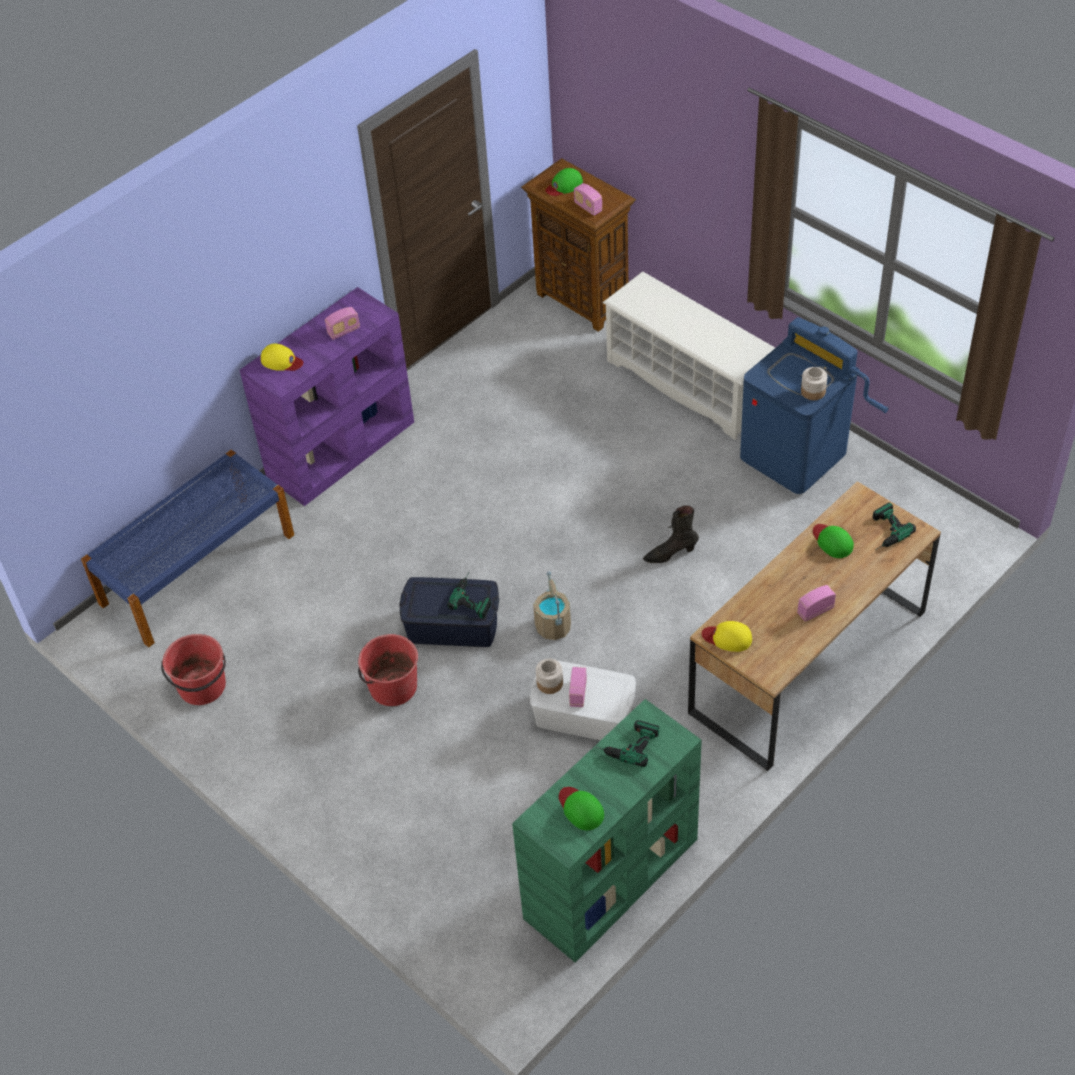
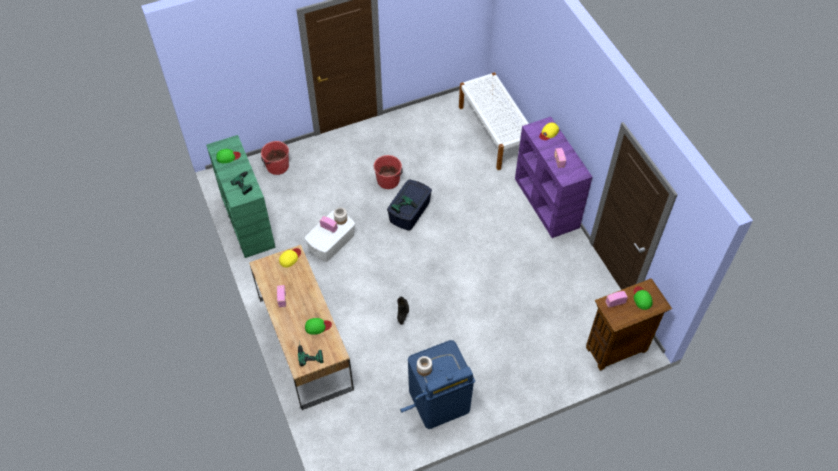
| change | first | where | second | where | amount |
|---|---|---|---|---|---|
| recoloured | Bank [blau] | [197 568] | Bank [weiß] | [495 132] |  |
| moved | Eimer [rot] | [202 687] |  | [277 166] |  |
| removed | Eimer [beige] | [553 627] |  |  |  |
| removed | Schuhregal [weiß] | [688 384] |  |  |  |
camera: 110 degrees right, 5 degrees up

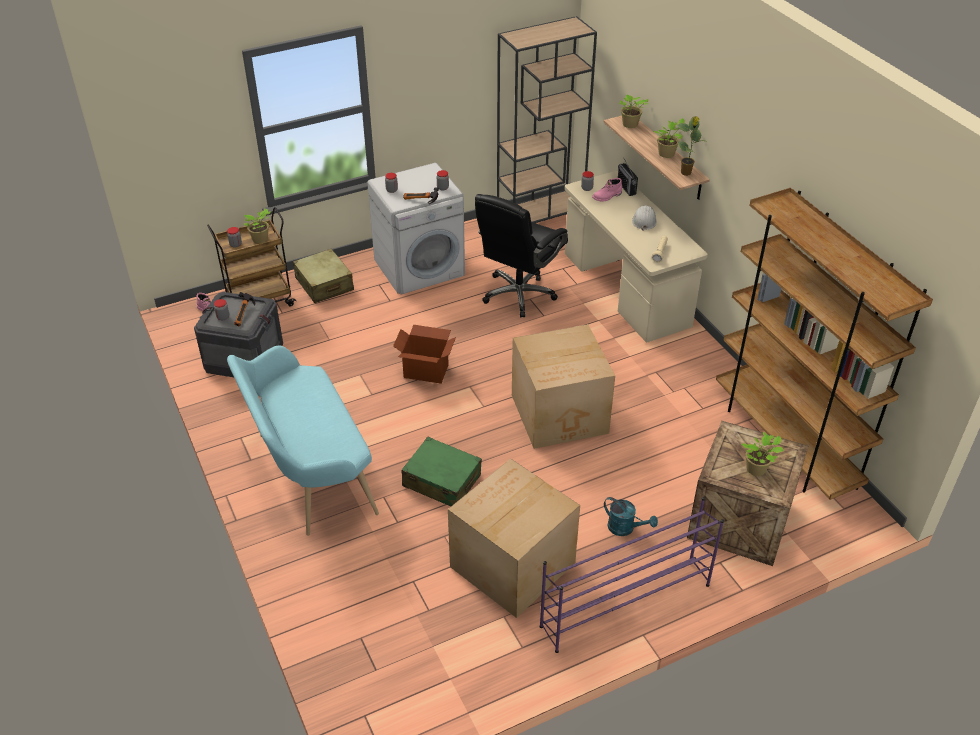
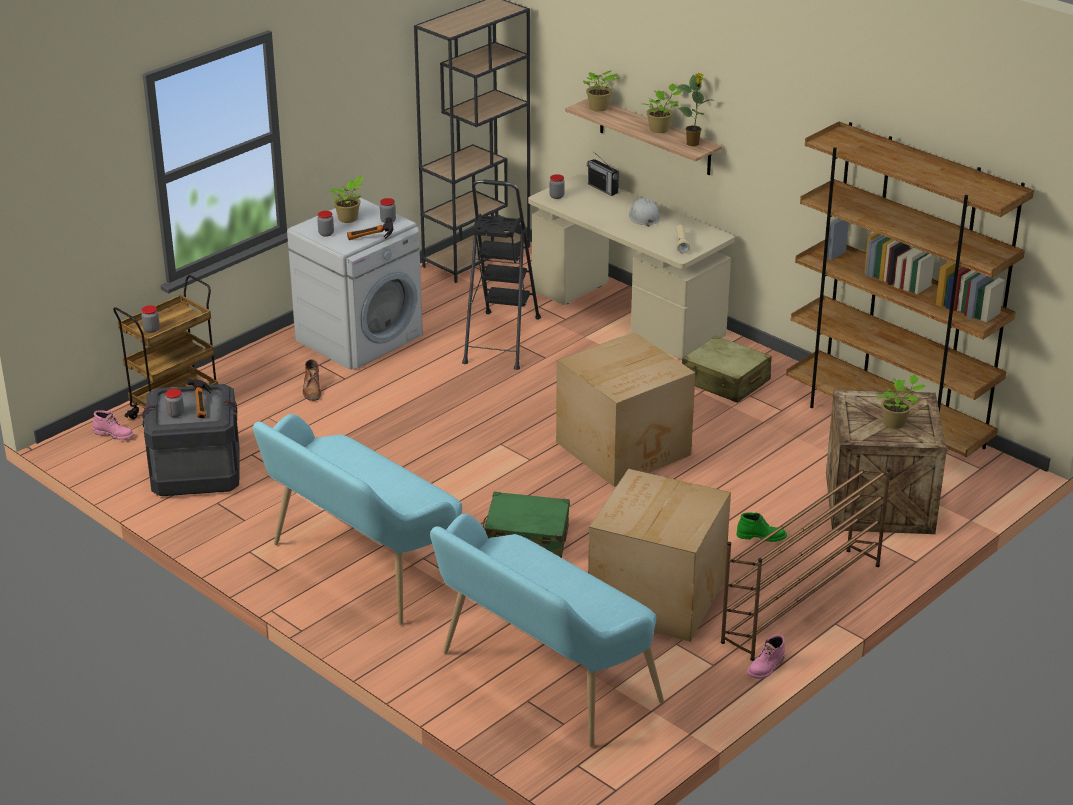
| change | first | where | second | where | amount |
|---|---|---|---|---|---|
| moved | Topfpflanze | [261 239] |  | [349 219] |  |
| moved | Koffer [beige] | [324 284] |  | [726 381] |  |
| removed | Karton | [426 371] |  |  |  |
| replaced | Bürostuhl [schwarz] | [519 292] | Trittleiter | [501 340] |  |
| recoloured | Schuhregal [lila] | [624 605] | Schuhregal [braun] | [801 603] |  |
| moved | Stiefel [rosa] | [607 197] |  | [766 667] |  |
| replaced | Gießkanne [türkis] | [625 528] | Stiefel [grün] | [761 536] |  |
| added |  |  | Stiefel [braun] | [312 389] |  |
| added |  |  | Bank [türkis] | [541 680] |  |
camera: 20 degrees left, 10 degrees down

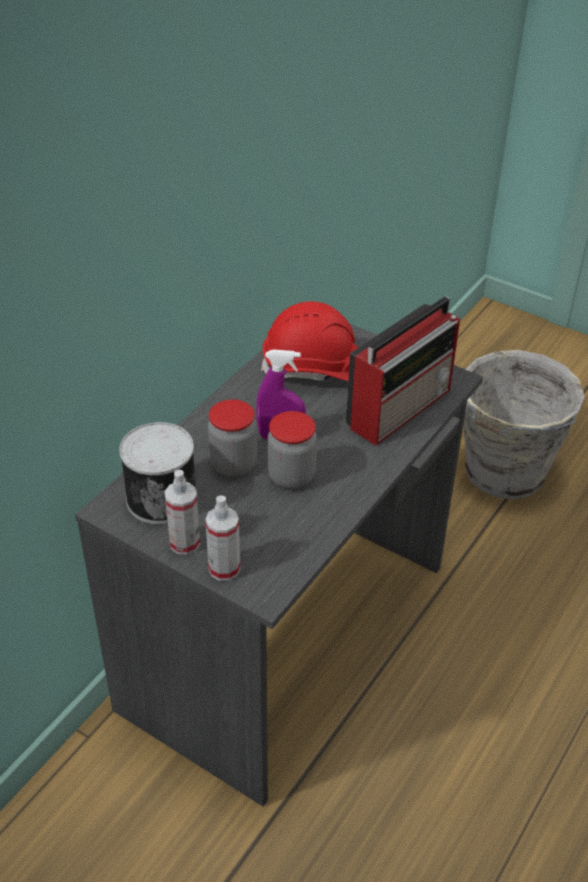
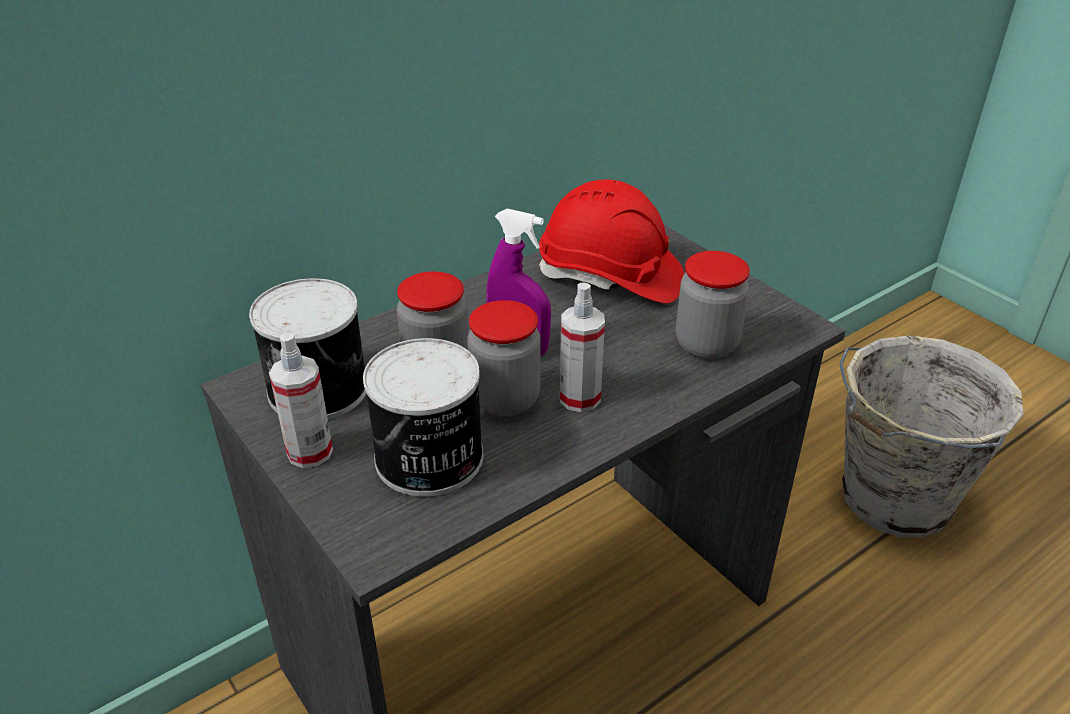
| change | first | where | second | where | amount |
|---|---|---|---|---|---|
| moved | Sprühflasche | [224 569] |  | [579 398] |  |
| replaced | Radio | [401 407] | Vorratsglas | [706 345] |  |
| added |  |  | Dose | [429 459] |  |
camera: 20 degrees right, 5 degrees down

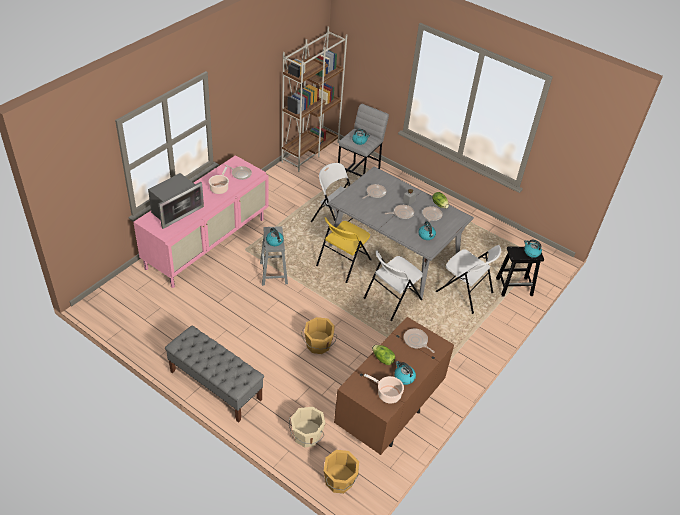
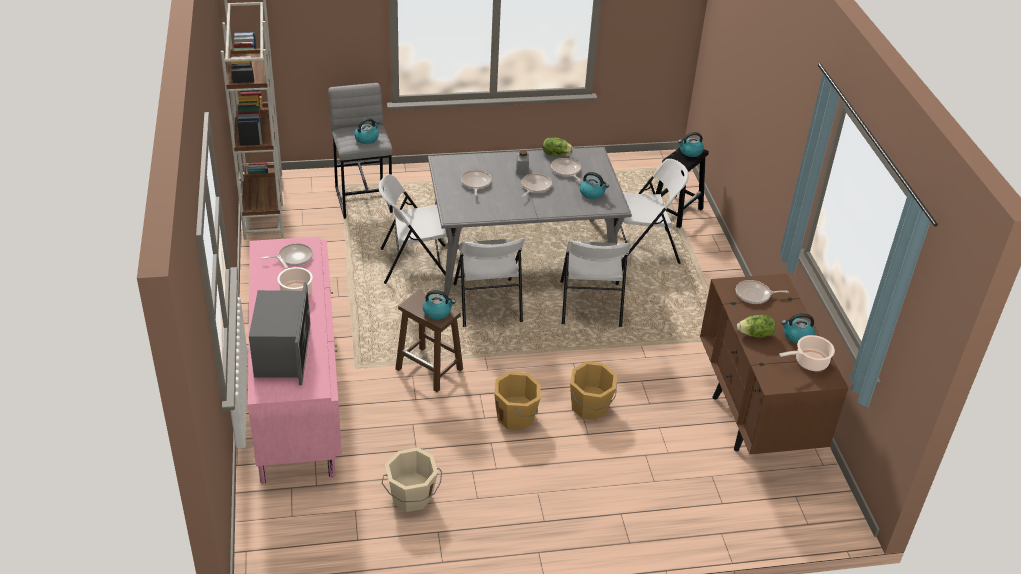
| change | first | where | second | where | amount |
|---|---|---|---|---|---|
| removed | Bank [grau] | [215 385] |  |  |  |
| recoloured | Hocker [grau] | [274 273] | Hocker [braun] | [430 369] |  |
| moved | Eimer [beige] | [306 436] |  | [411 496] |  |
| recoloured | Stuhl [gelb] | [343 262] | Stuhl [weiß] | [487 303] |  |
| moved | Eimer [orange] | [339 481] |  | [516 417] |  |
camera: 45 degrees left, 5 degrees down

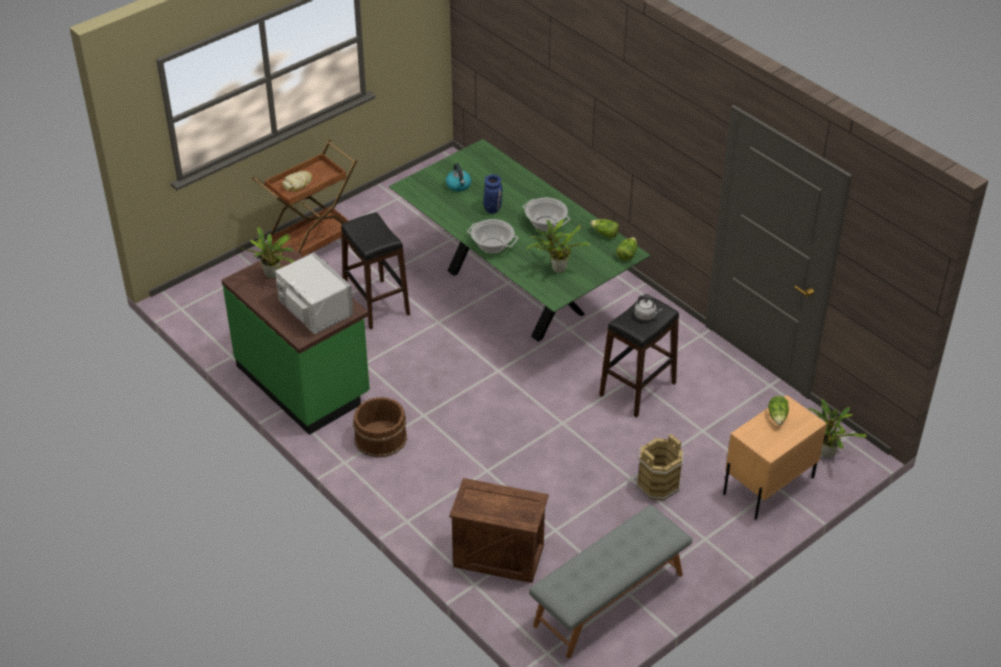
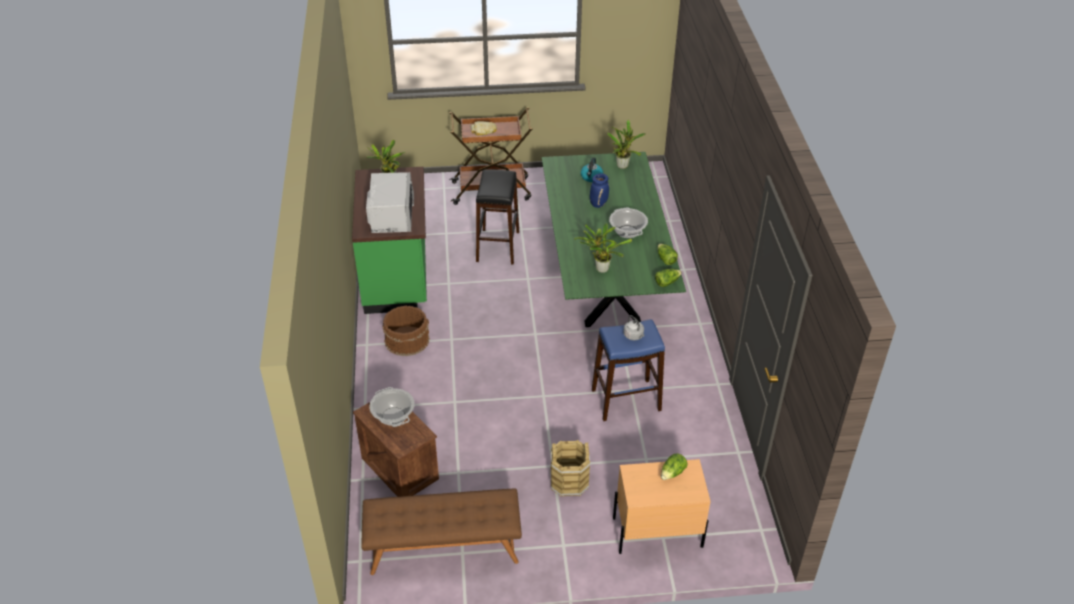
| change | first | where | second | where | amount |
|---|---|---|---|---|---|
| moved | Kochtopf | [492 246] |  | [393 416] |  |
| recoloured | Bank [grau] | [609 600] | Bank [braun] | [443 549] |  |
| recoloured | Hocker [schwarz] | [637 389] | Hocker [blau] | [625 400] |  |
| moved | Topfpflanze | [827 451] |  | [623 165] |  |
camera: 35 degrees right, 0 degrees up

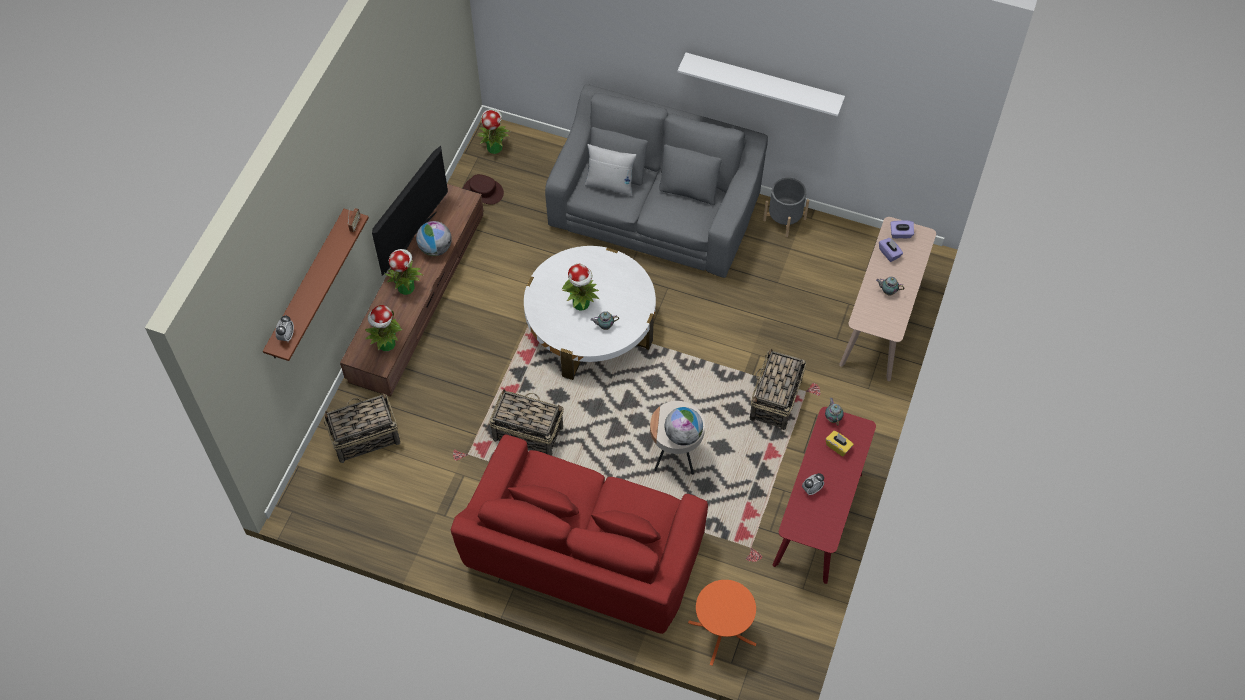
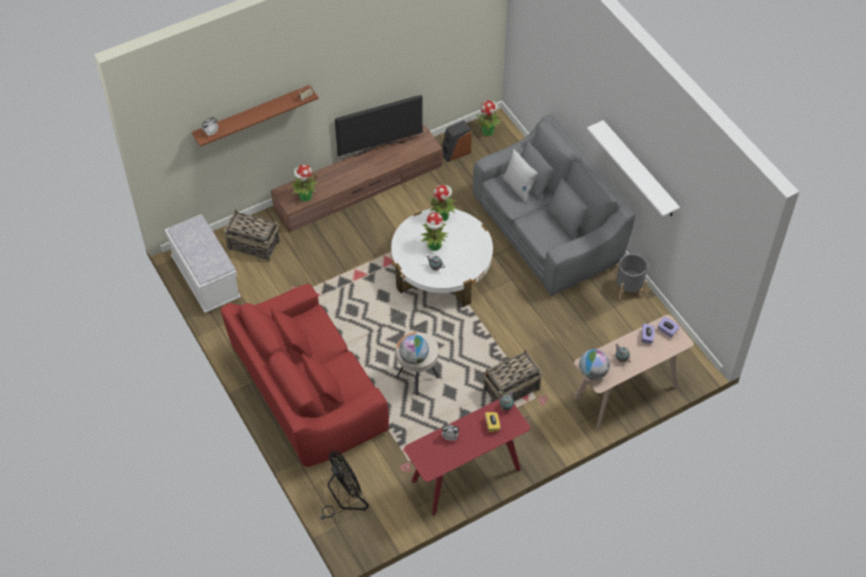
| change | first | where | second | where | amount |
|---|---|---|---|---|---|
| moved | Topfpflanze | [406 287] |  | [442 216] |  |
| moved | Globus | [435 248] |  | [593 372] |  |
| replaced | Hut [braun] | [483 191] | Lautsprecher | [455 152] |  |
| removed | Korb | [527 433] |  |  |  |
| replaced | Beistelltisch [orange] | [722 633] | Ventilator [schwarz] | [342 495] |  |
| added |  |  | Bank [weiß] | [206 279] |  |
camera: 40 degrees right, 5 degrees down

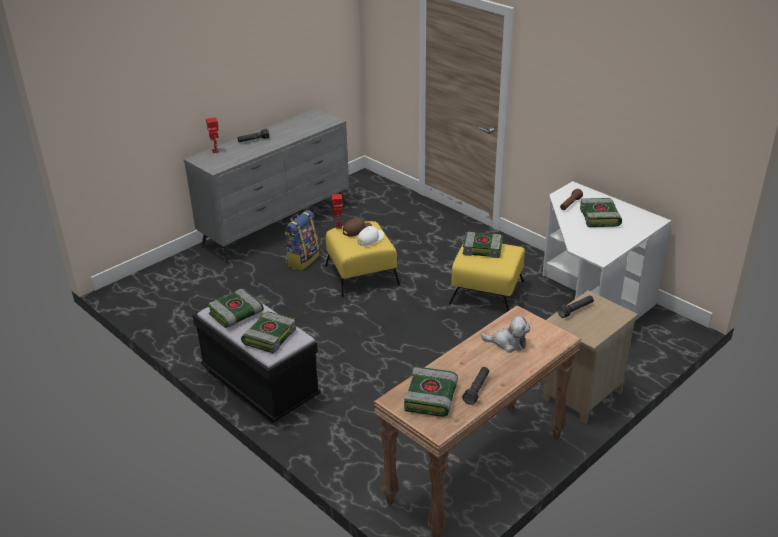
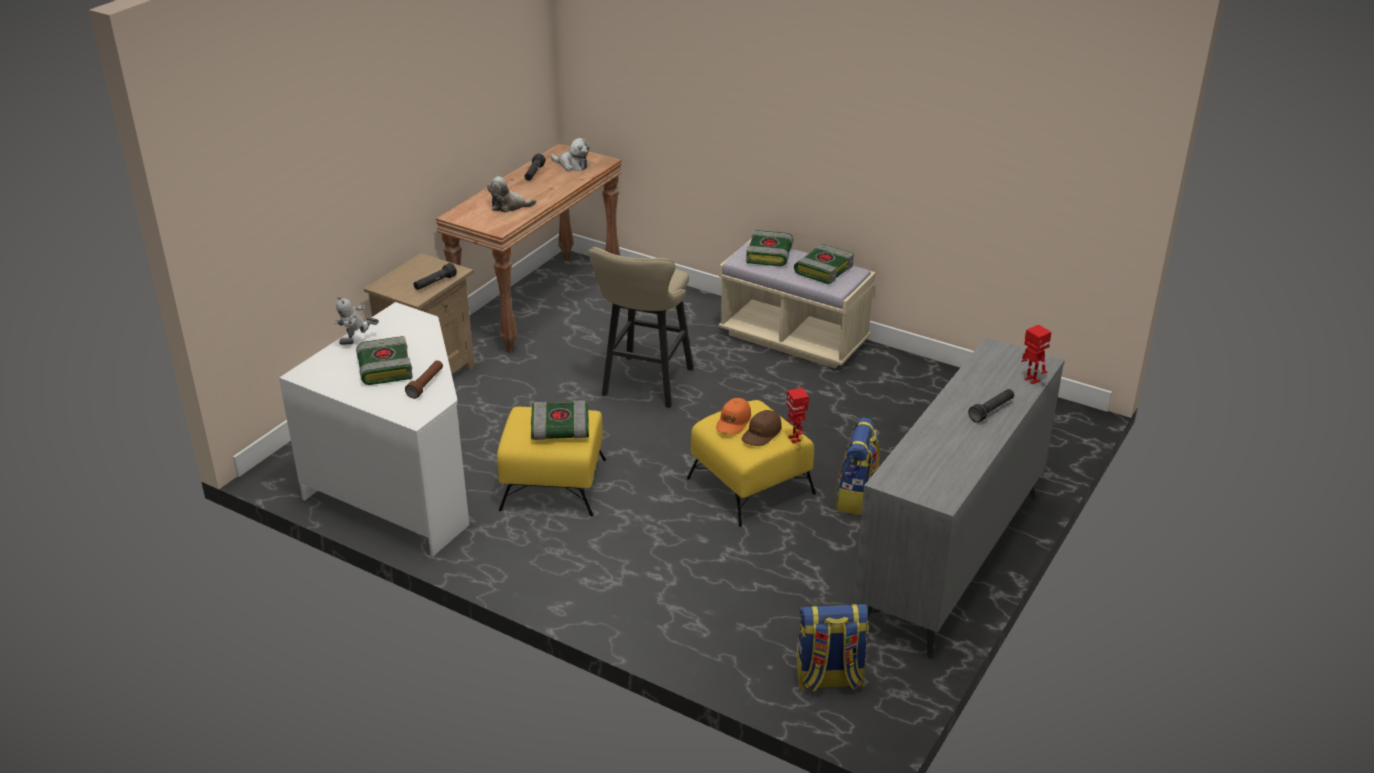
| change | first | where | second | where | amount |
|---|---|---|---|---|---|
| recoloured | Bank [schwarz] | [260 384] | Bank [beige] | [794 339] |  |
| recoloured | Kappe [weiß] | [370 239] | Kappe [orange] | [733 422] |  |
| replaced | Buch | [431 398] | Plüschtier | [572 165] |  |
| added |  |  | Spielzeugroboter | [358 342] |  |
| added |  |  | Hocker [beige] | [644 387] |  |
| added |  |  | Rucksack | [829 679] |  |
camera: 165 degrees right, 0 degrees up

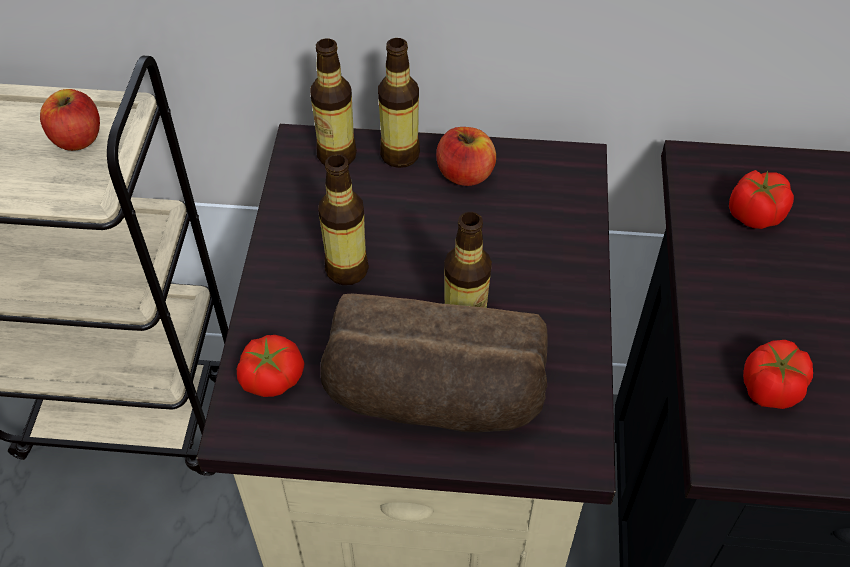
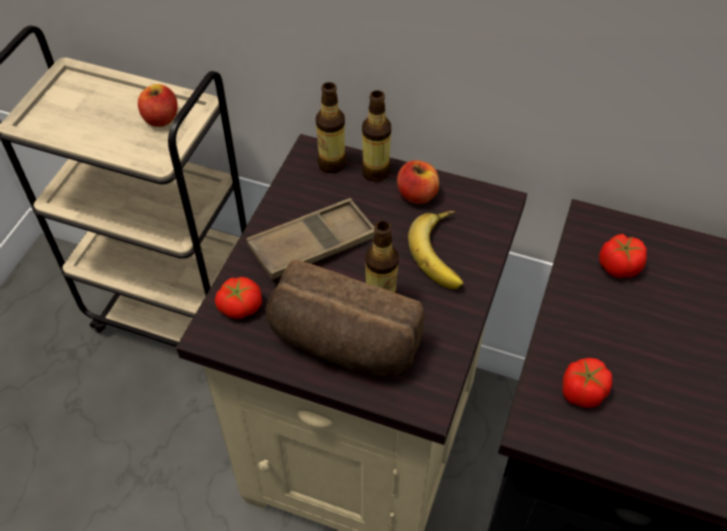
| change | first | where | second | where | amount |
|---|---|---|---|---|---|
| replaced | Flasche | [347 269] | Tablett [braun] | [313 244] |  |
| added |  |  | Banane | [445 253] |  |
camera: 15 degrees right, 0 degrees up

